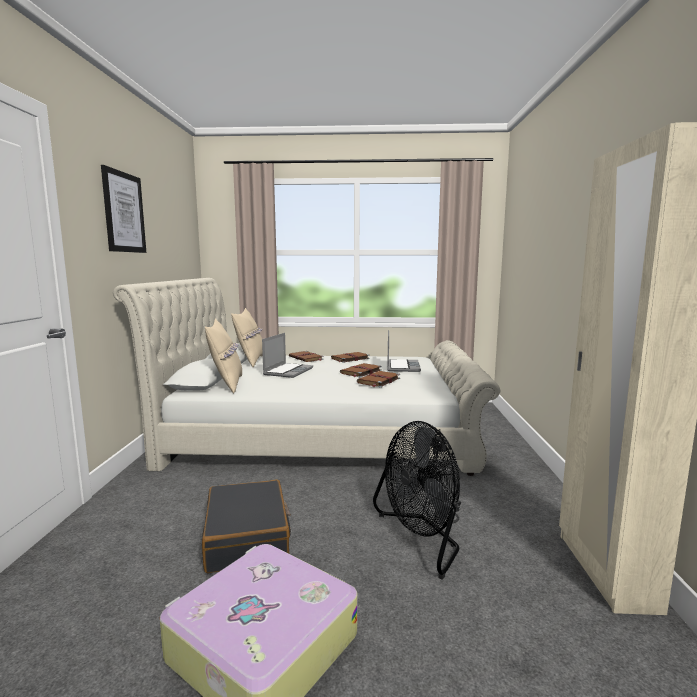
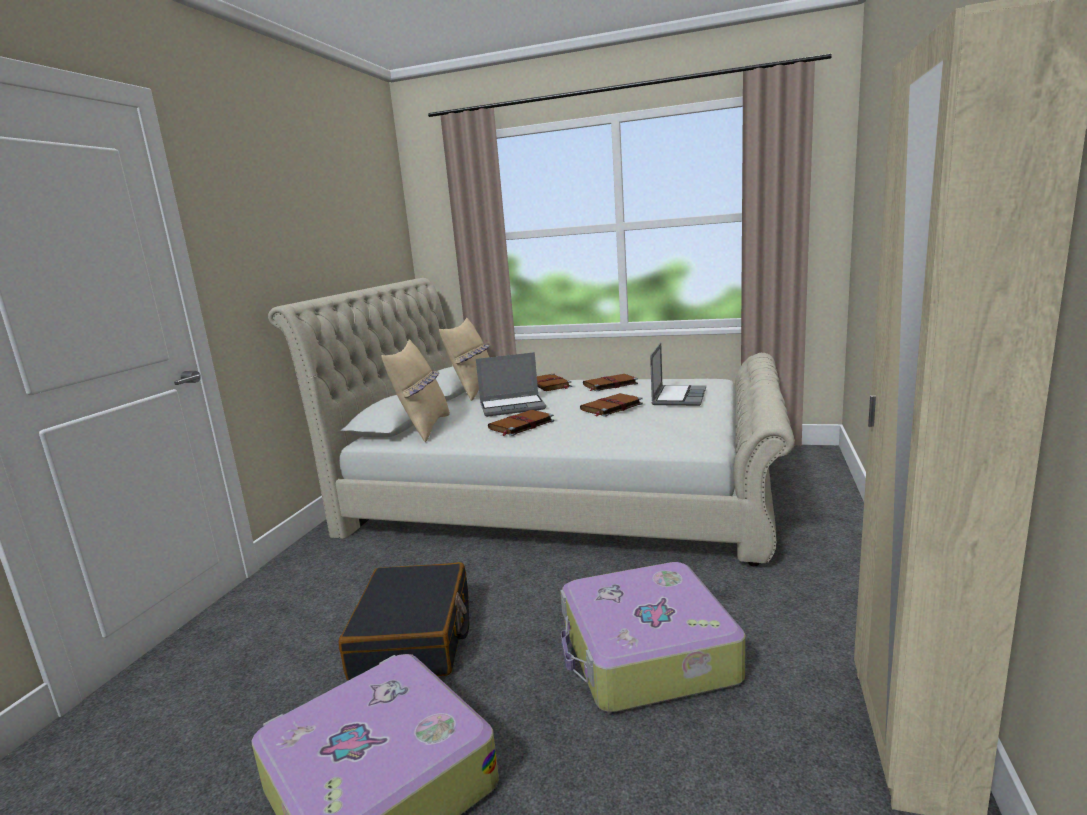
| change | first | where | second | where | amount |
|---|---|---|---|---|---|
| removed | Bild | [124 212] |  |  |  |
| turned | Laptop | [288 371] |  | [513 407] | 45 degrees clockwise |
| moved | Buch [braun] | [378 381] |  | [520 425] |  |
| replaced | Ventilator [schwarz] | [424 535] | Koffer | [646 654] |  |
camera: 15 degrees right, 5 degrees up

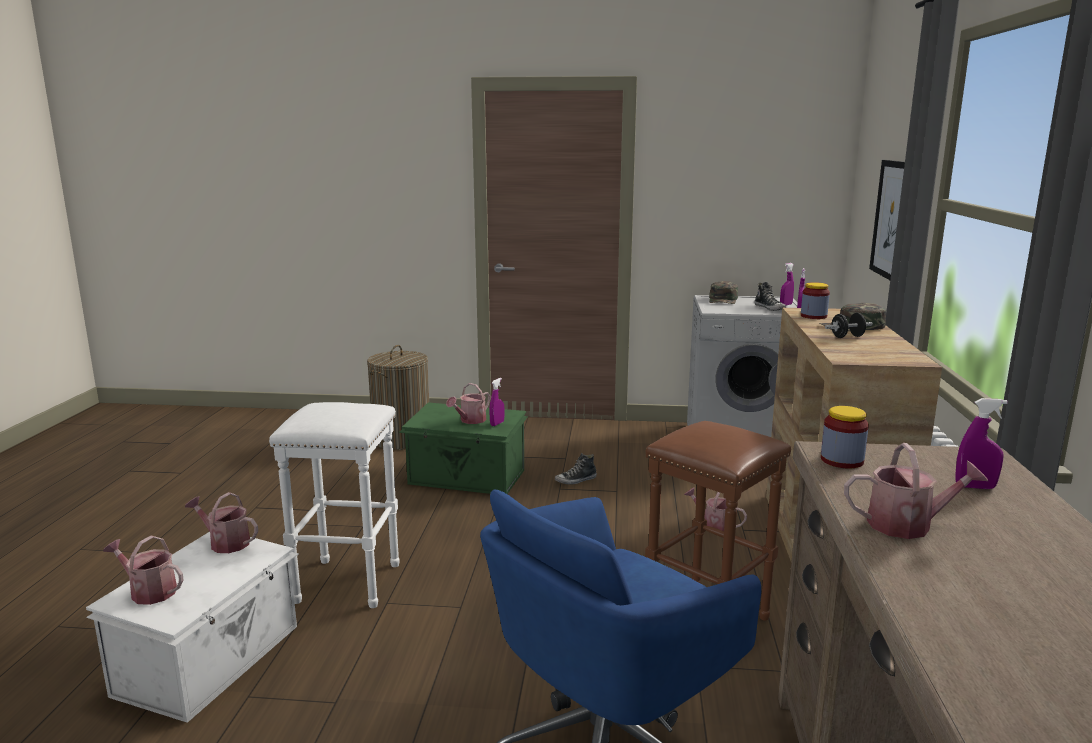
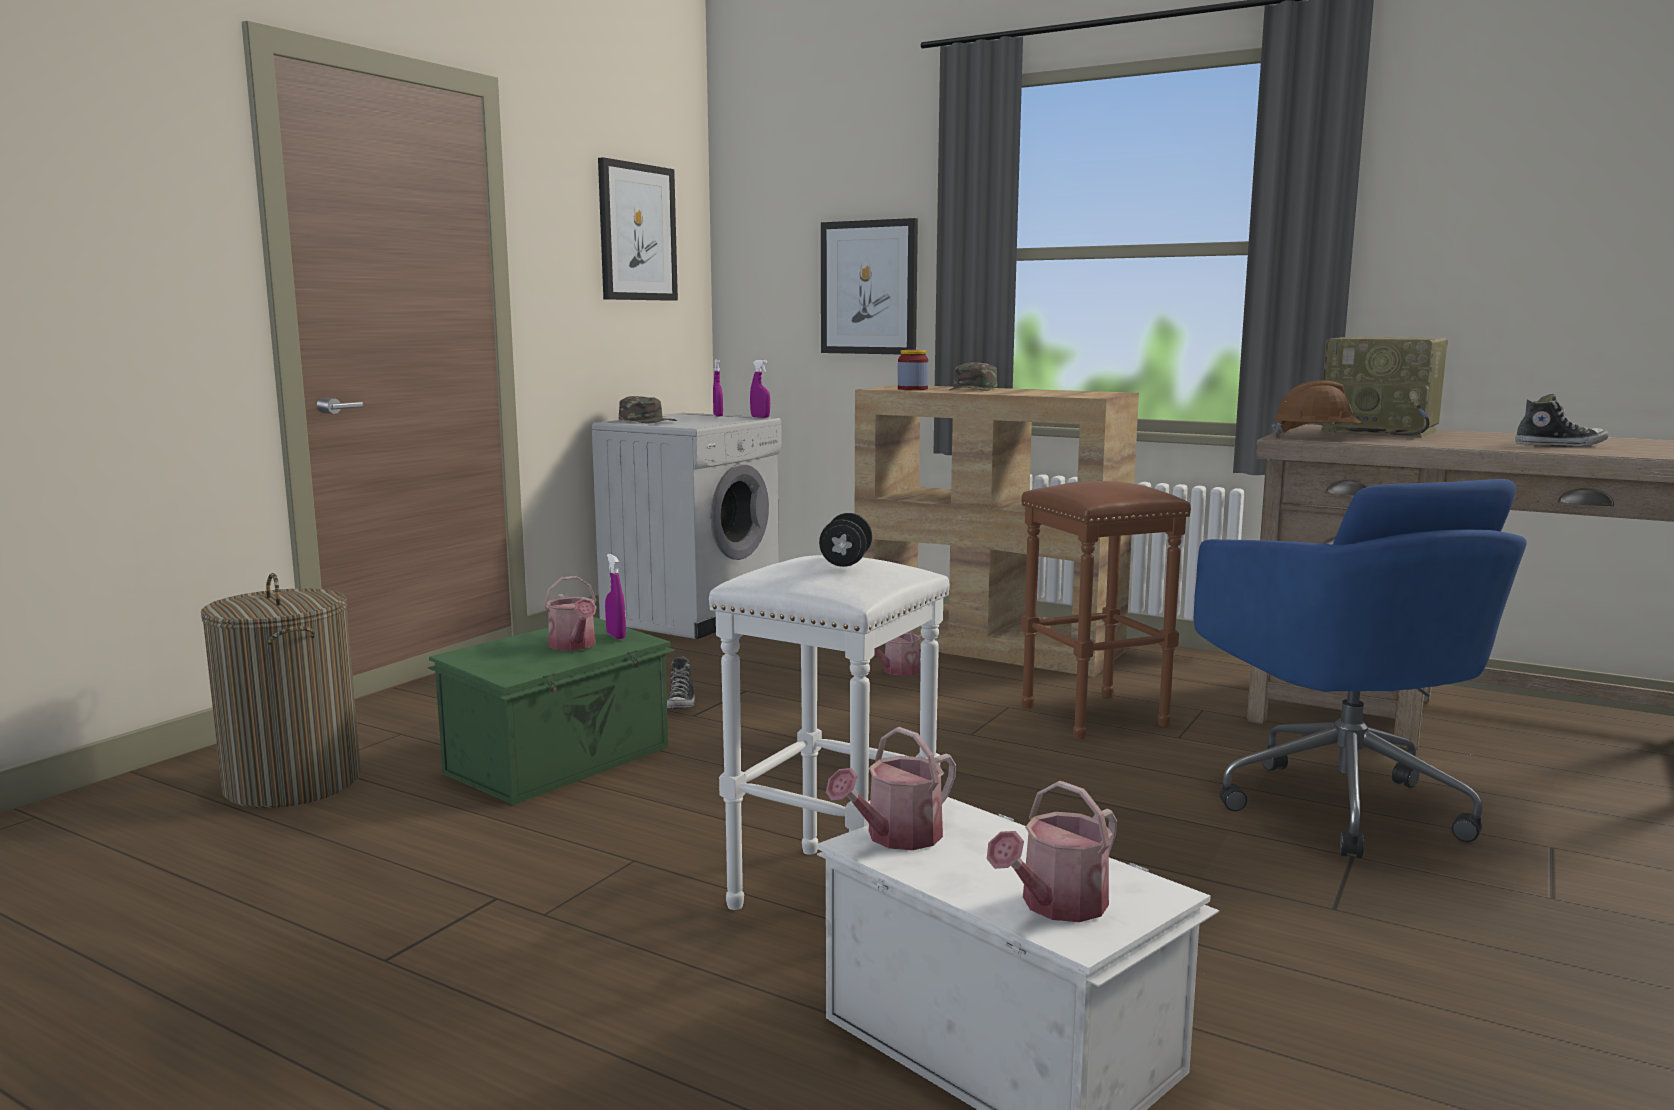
| change | first | where | second | where | amount |
|---|---|---|---|---|---|
| moved | Schuh | [770 308] |  | [1559 445] |  |
| replaced | Vorratsglas | [842 460] | Schutzhelm [braun] | [1316 438] |  |
| moved | Hantel [schwarz] | [847 337] |  | [846 562] |  |
| removed | Gießkanne | [907 525] |  |  |  |
| replaced | Sprühflasche [lila] | [975 487] | Radio | [1381 432] |  |
| added |  |  | Bild | [637 232] |  |
camera: 65 degrees left, 5 degrees down

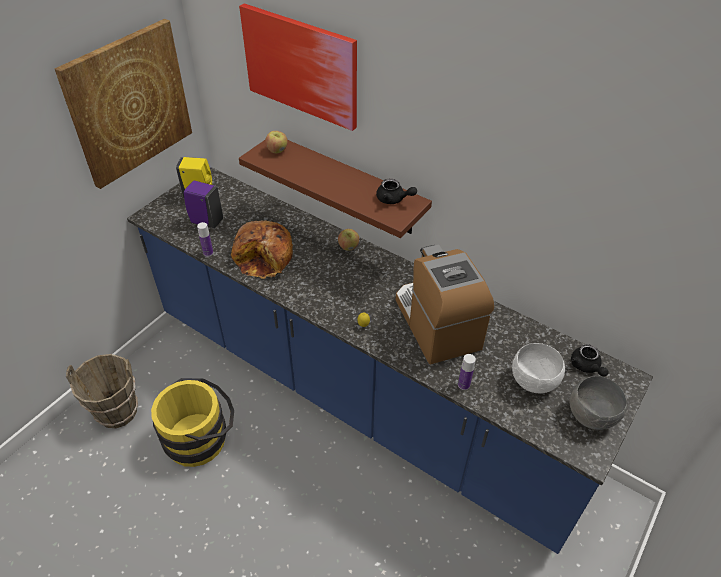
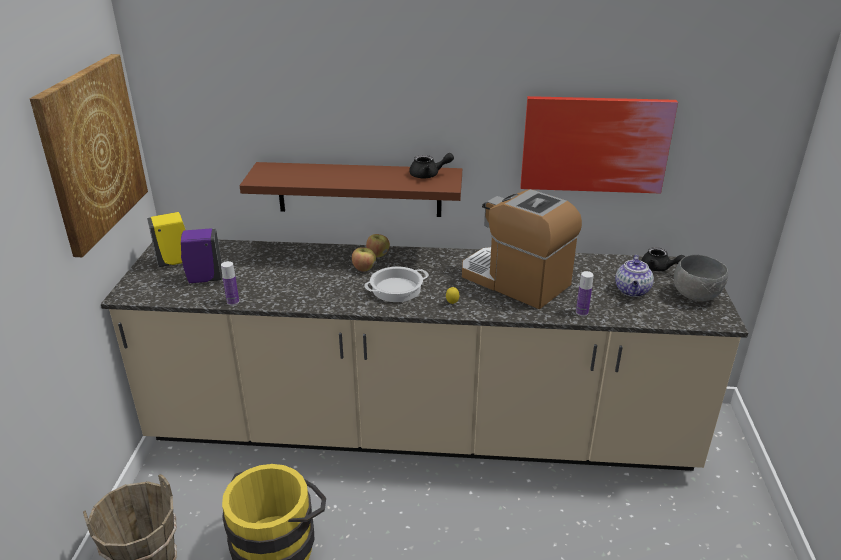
| change | first | where | second | where | amount |
|---|---|---|---|---|---|
| recoloured | Küchenzeile [blau] | [359 394] | Küchenzeile [beige] | [420 431] |  |
| removed | Brot | [265 257] |  |  |  |
| moved | Bild | [301 66] |  | [595 144] |  |
| moved | Apfel | [277 150] |  | [364 268] |  |
| replaced | Schüssel [weiß] | [533 382] | Teekanne | [632 291] |  |
| added |  |  | Kochtopf | [396 289] |  |
camera: 30 degrees left, 15 degrees down

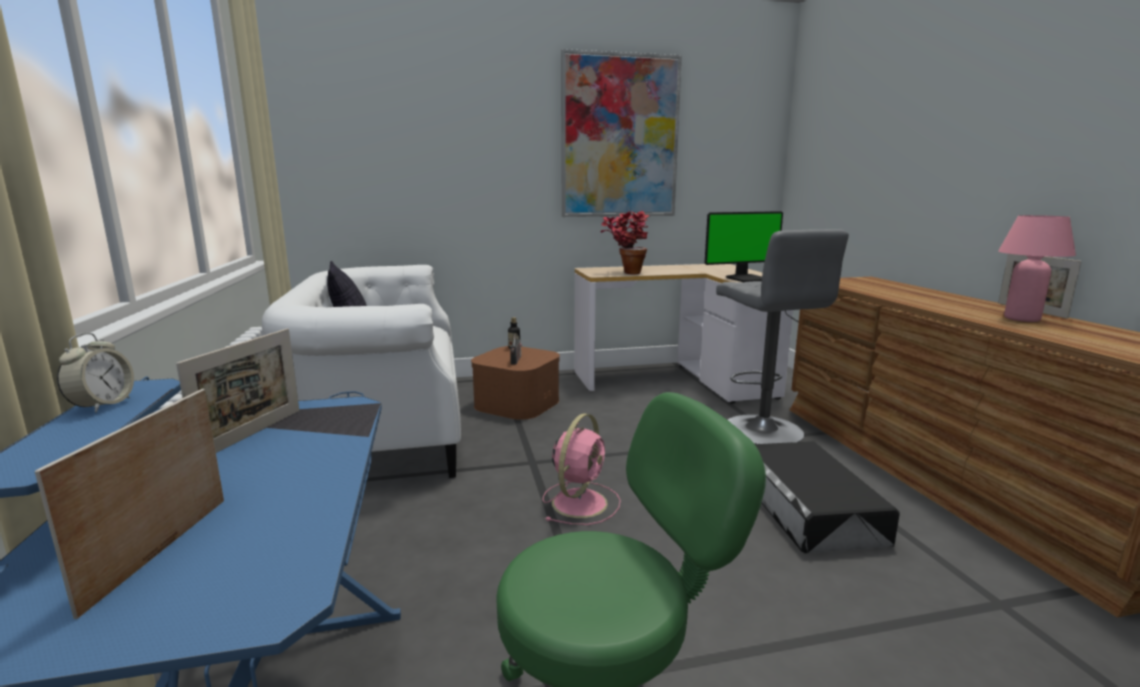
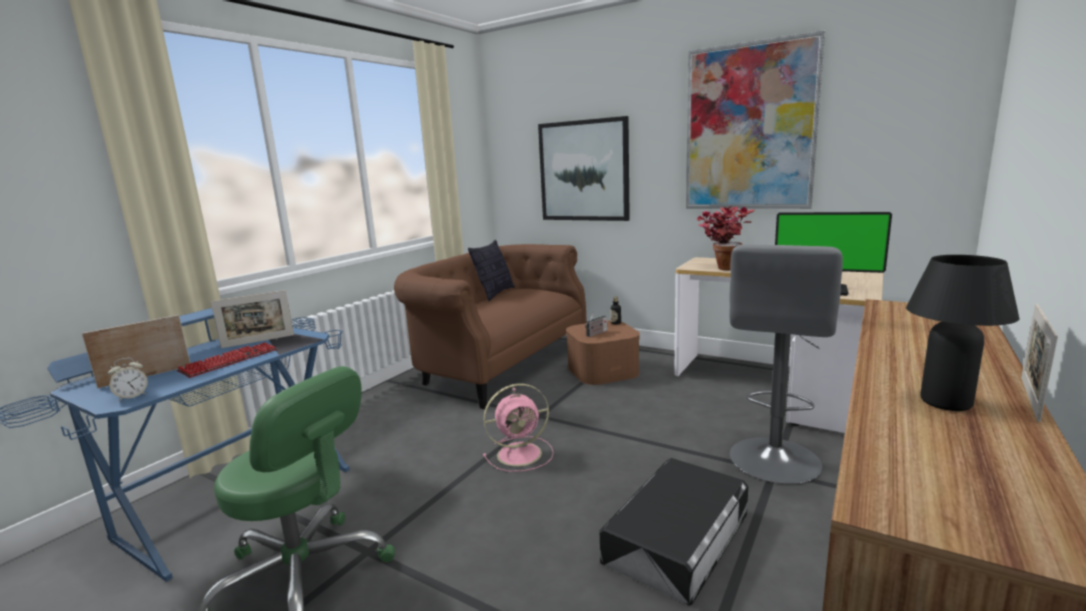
| change | first | where | second | where | amount |
|---|---|---|---|---|---|
| moved | Wecker | [103 405] |  | [132 396] |  |
| recoloured | Sofa [weiß] | [384 427] | Sofa [braun] | [499 363] |  |
| recoloured | Tischlampe [rosa] | [1022 319] | Tischlampe [schwarz] | [945 402] |  |
| added |  |  | Tastatur | [230 361] |  |
| added |  |  | Bild | [584 171] |  |
camera: 45 degrees right, 0 degrees up

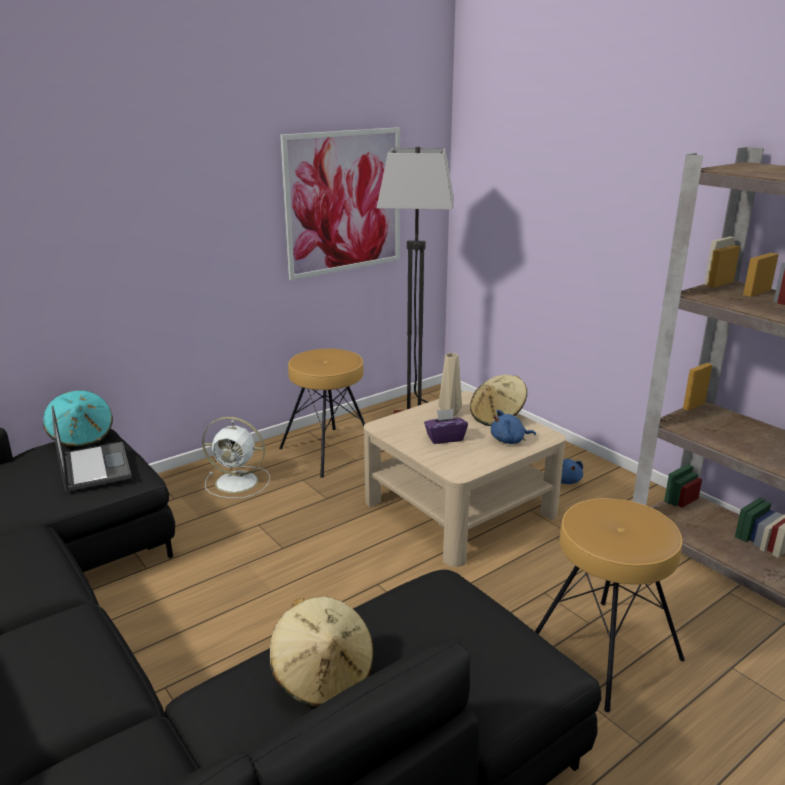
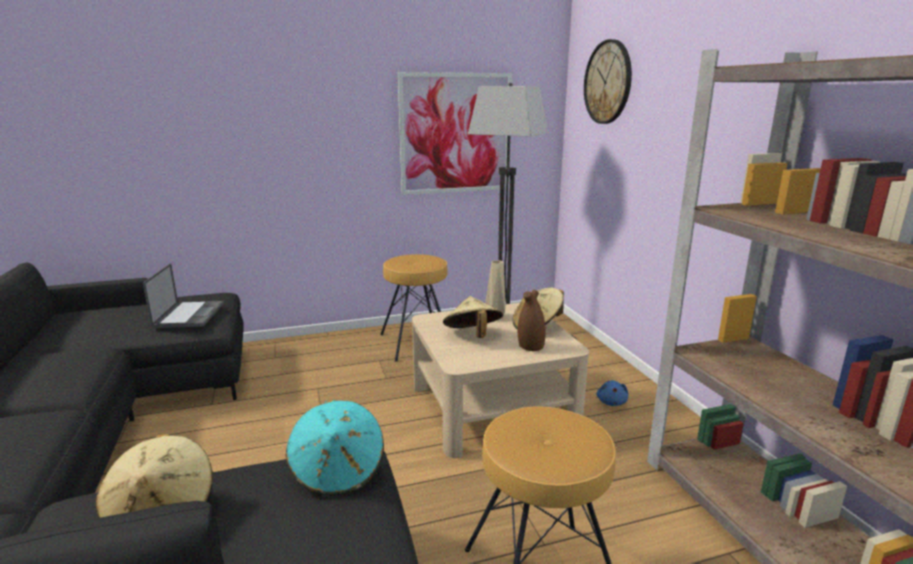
| change | first | where | second | where | amount |
|---|---|---|---|---|---|
| moved | Hut [türkis] | [82 436] |  | [338 471] |  |
| removed | Ventilator [weiß] | [239 482] |  |  |  |
| replaced | Taschentuchbox [lila] | [445 438] | Hut [beige] | [472 336] |  |
| replaced | Plüschtier [blau] | [509 440] | Vase [braun] | [530 347] |  |
| added |  |  | Wanduhr | [608 82] |  |
camera: 20 degrees right, 5 degrees down

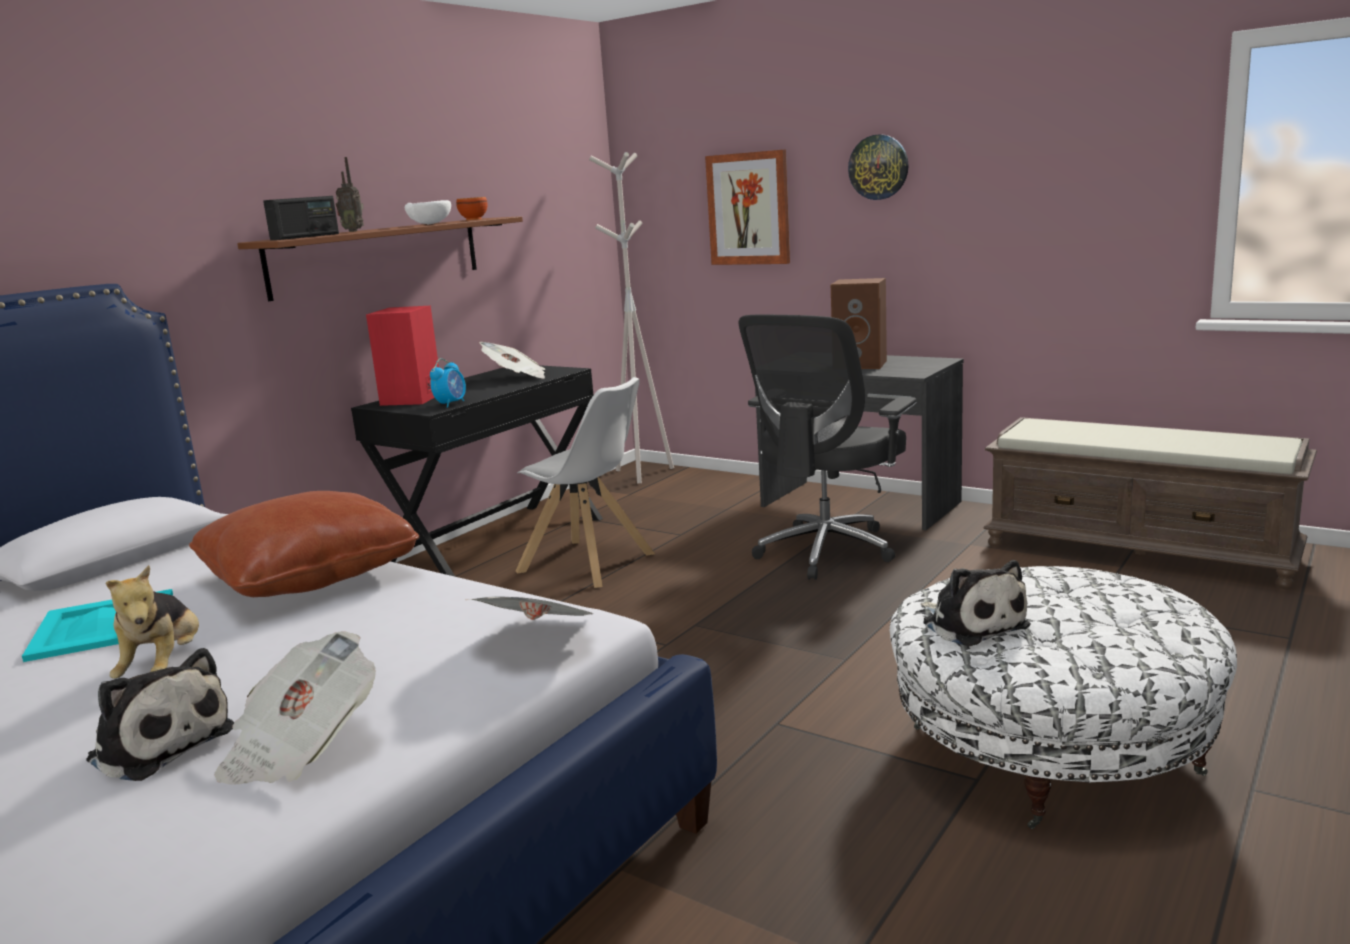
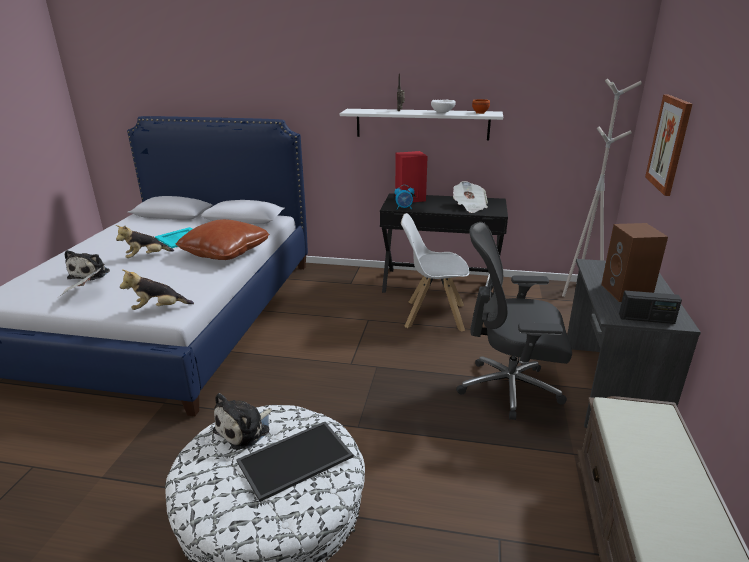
| change | first | where | second | where | amount |
|---|---|---|---|---|---|
| recoloured | Wandregal [braun] | [378 256] | Wandregal [weiß] | [422 124] |  |
| moved | Radio | [305 237] |  | [646 319] |  |
| replaced | Zeitung | [540 639] | Plüschtier | [159 309] |  |
| turned | Stuhl | [589 564] |  | [432 315] | 90 degrees clockwise |
| removed | Wanduhr | [878 167] |  |  |  |
| added |  |  | Tablett | [295 458] |  |
camera: 65 degrees right, 10 degrees up

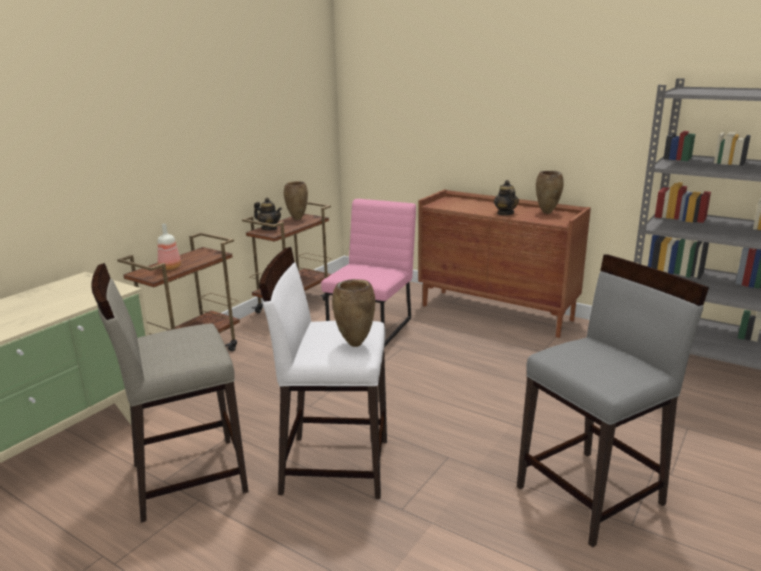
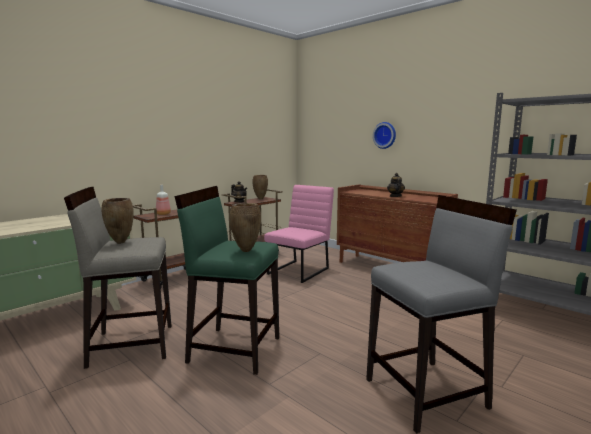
| change | first | where | second | where | amount |
|---|---|---|---|---|---|
| recoloured | Hocker [weiß] | [334 465] | Hocker [grün] | [234 349] |  |
| moved | Vase [braun] | [547 213] |  | [120 243] |  |
| added |  |  | Wanduhr | [385 135] |  |
camera: 10 degrees right, 10 degrees down

